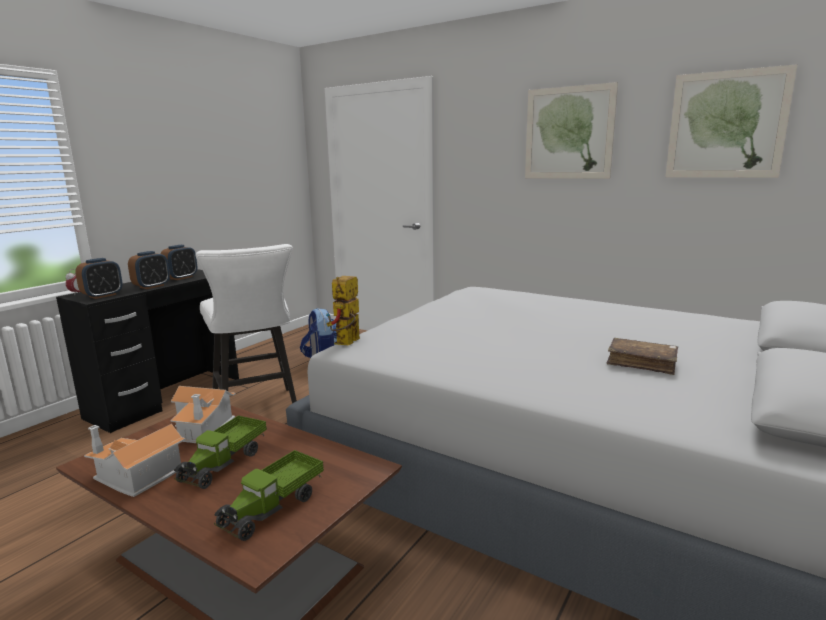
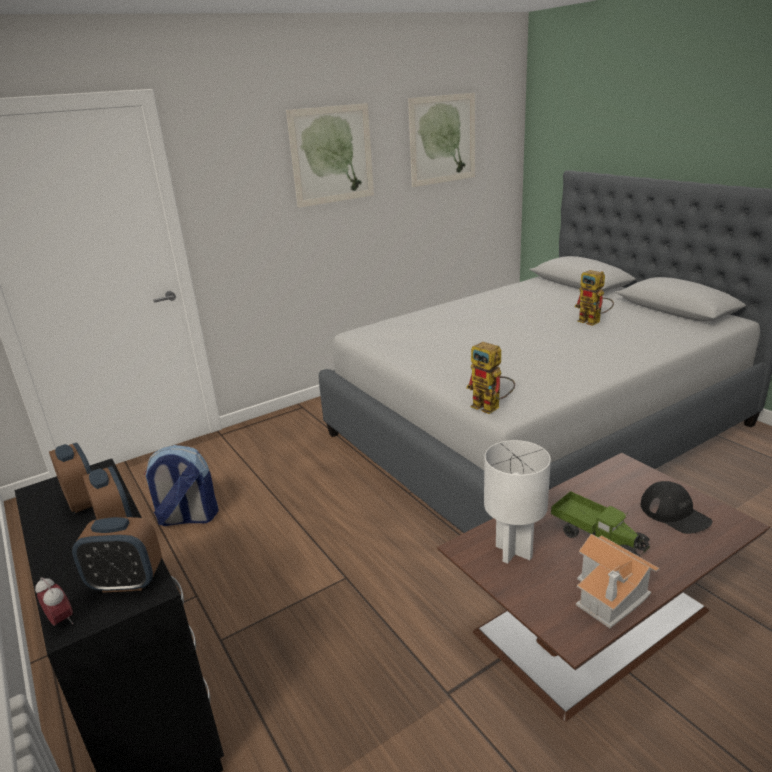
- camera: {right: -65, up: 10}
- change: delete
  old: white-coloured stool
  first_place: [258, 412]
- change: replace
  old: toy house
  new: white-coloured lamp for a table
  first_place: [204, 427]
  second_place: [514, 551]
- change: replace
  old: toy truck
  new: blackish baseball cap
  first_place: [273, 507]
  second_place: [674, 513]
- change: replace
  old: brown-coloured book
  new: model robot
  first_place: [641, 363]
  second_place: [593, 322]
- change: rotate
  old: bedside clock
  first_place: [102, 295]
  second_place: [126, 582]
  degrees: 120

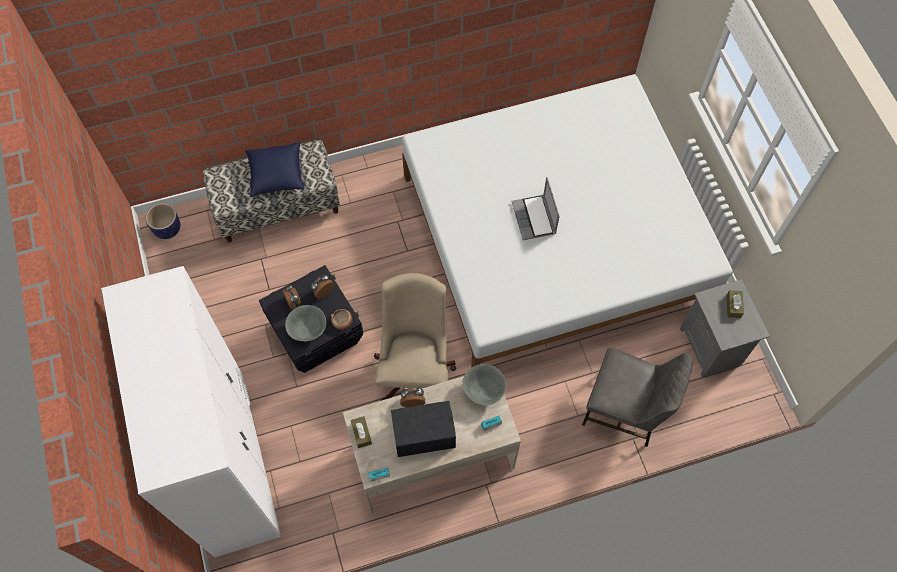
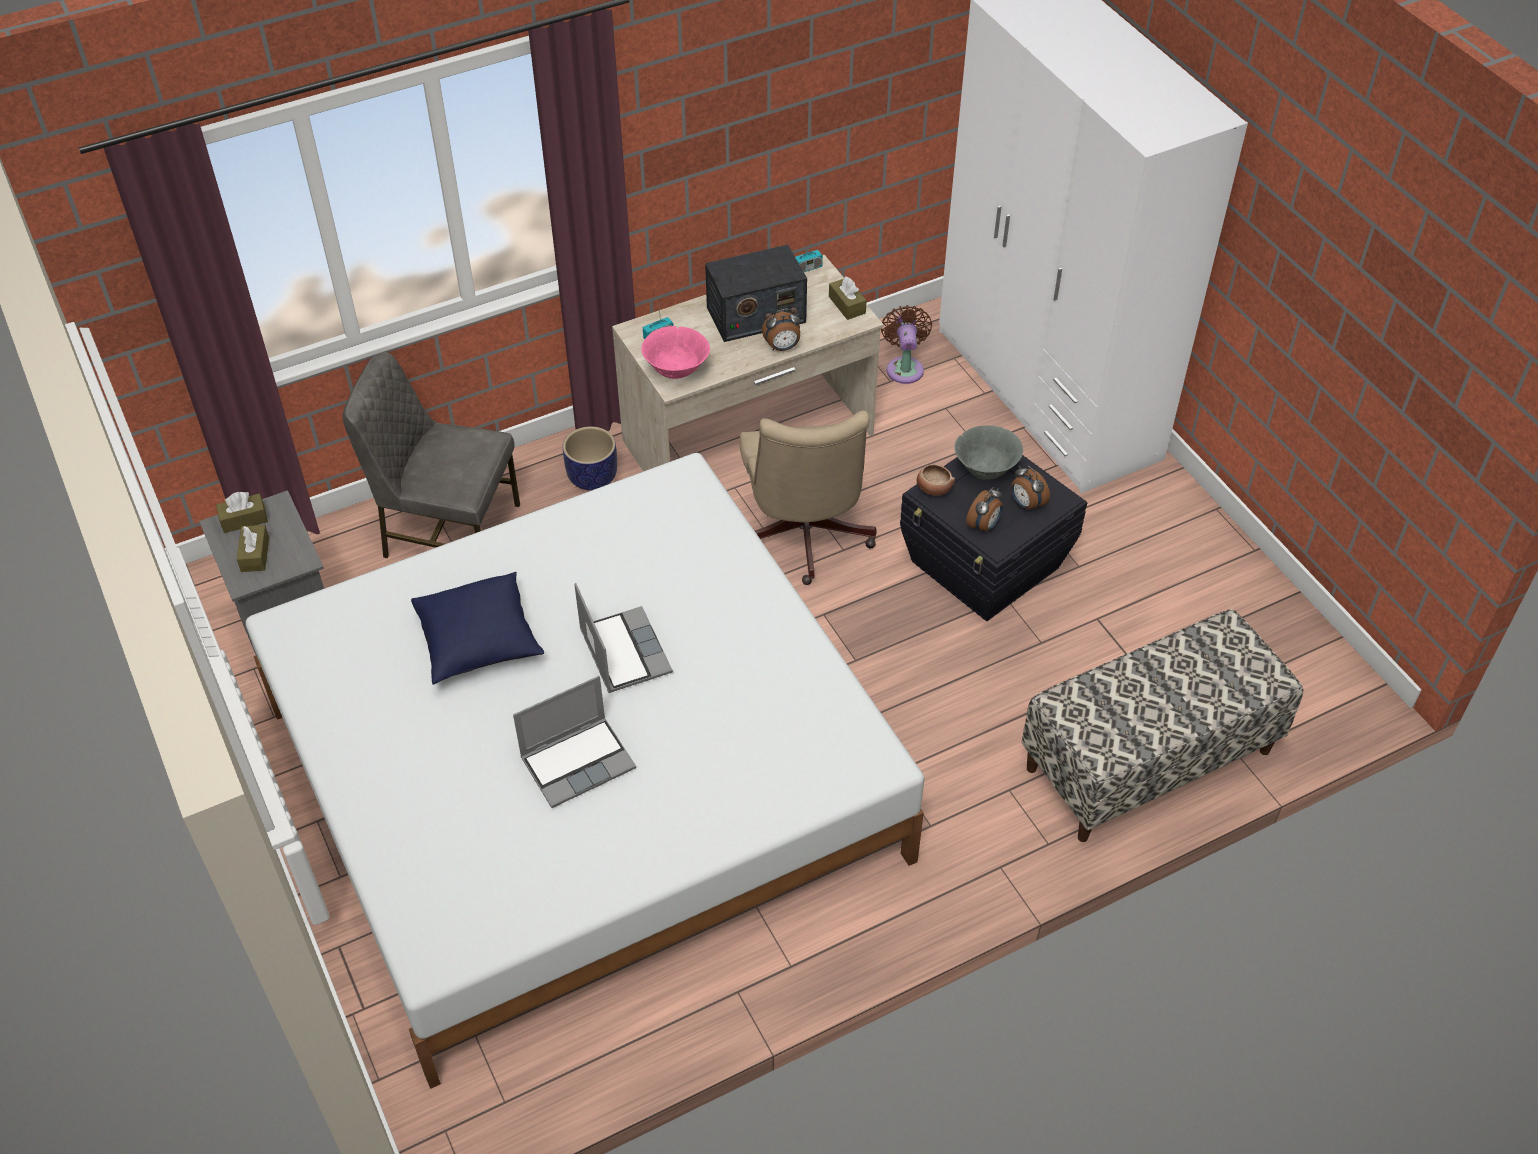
- camera: {right: 170, up: -15}
- change: insert
  new: brown-coloured tissue box
  second_place: [244, 519]
- change: insert
  new: portable computer
  second_place: [578, 762]
- change: insert
  new: brown-coloured cooling fan
  second_place: [904, 367]
- change: move
  old: flower pot
  first_place: [167, 229]
  second_place: [593, 477]
- change: move
  old: blue-coloured throw pillow
  first_place: [276, 175]
  second_place: [479, 641]
- change: recolor
  old: gray bowl
  new: pink-coloured bowl
  first_place: [483, 391]
  second_place: [676, 371]

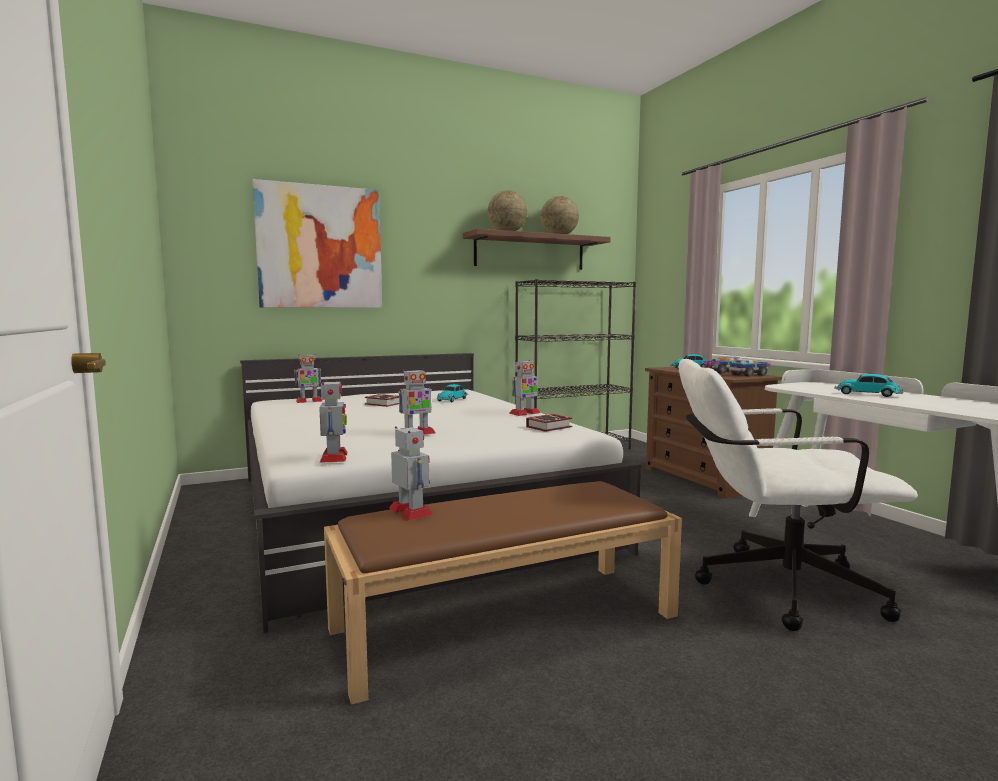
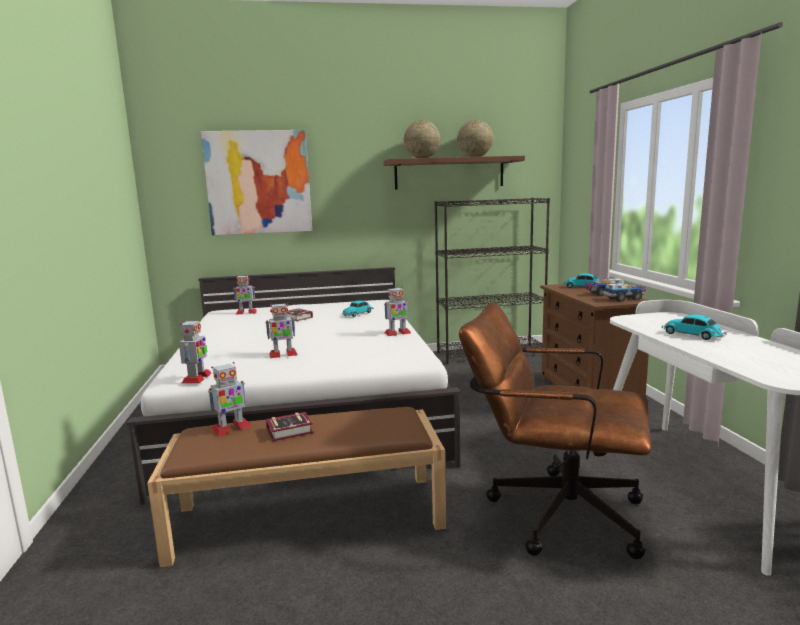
- camera: {right: 15, up: 5}
- change: move
  old: book
  first_place: [551, 427]
  second_place: [292, 431]
- change: recolor
  old: white-coloured computer chair
  new: brown-coloured computer chair
  first_place: [771, 587]
  second_place: [552, 511]
- change: rotate
  old: model robot
  first_place: [411, 511]
  second_place: [231, 428]
  degrees: 75

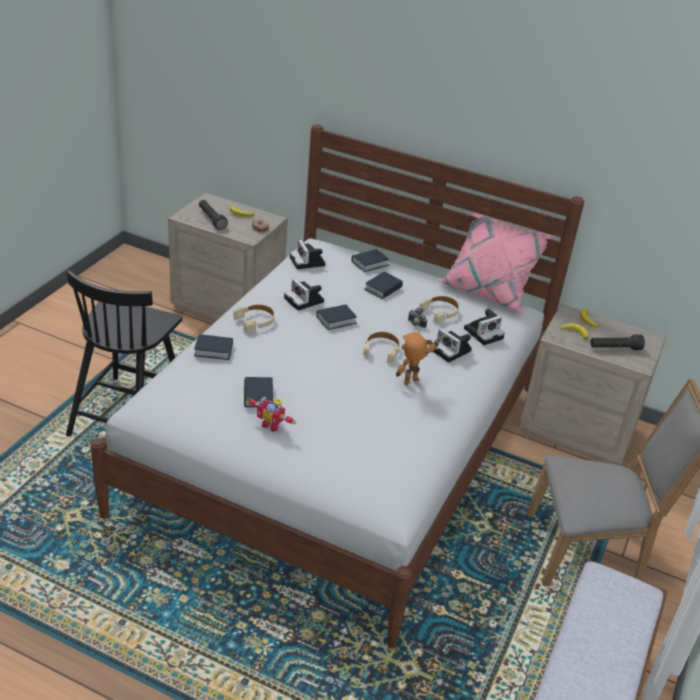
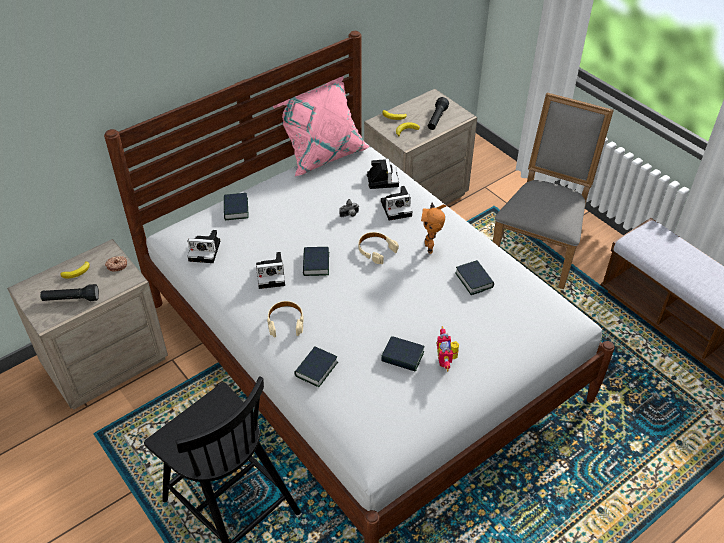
- camera: {right: -60, up: 10}
- change: delete
  old: beige pair of headphones
  first_place: [440, 312]
- change: move
  old: book
  first_place: [383, 289]
  second_place: [474, 280]
- change: rotate
  old: model robot
  first_place: [272, 425]
  second_place: [446, 360]
  degrees: 120

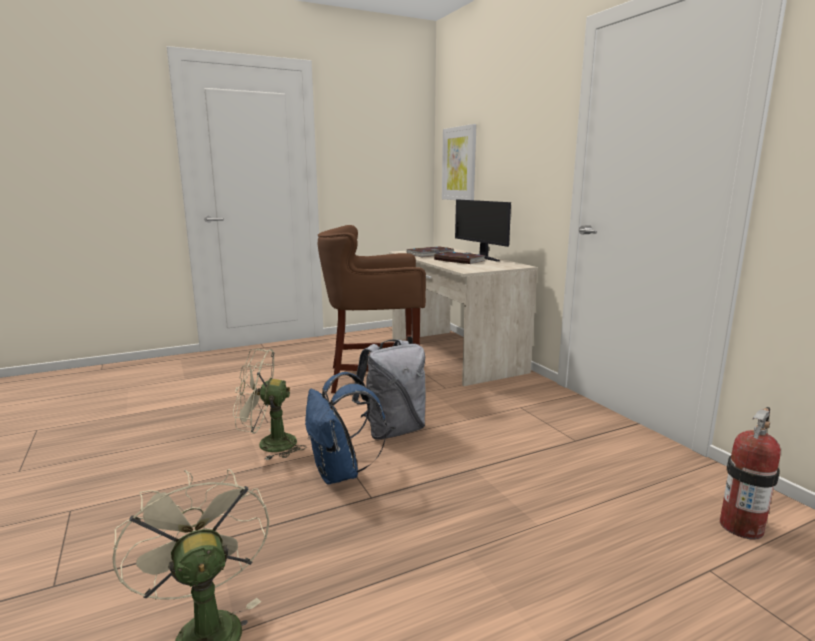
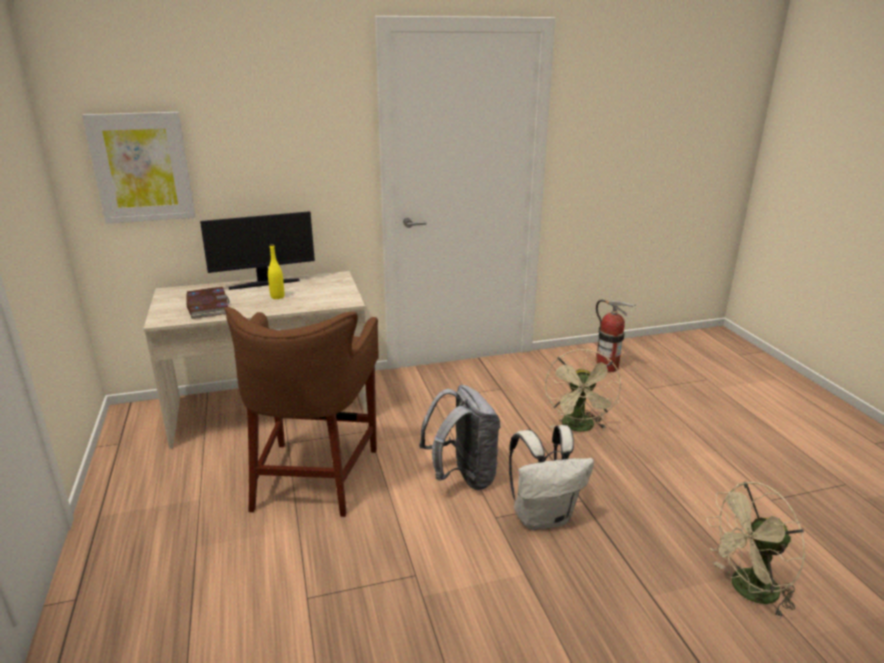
- camera: {right: -80, up: 10}
- change: move
  old: beige cooling fan
  first_place: [268, 445]
  second_place: [579, 428]
- change: replace
  old: book
  new: yellow-coloured drink bottle
  first_place: [459, 260]
  second_place: [277, 297]
- change: recolor
  old: blue-coloured backpack
  new: white-coloured backpack
  first_place: [340, 473]
  second_place: [543, 516]

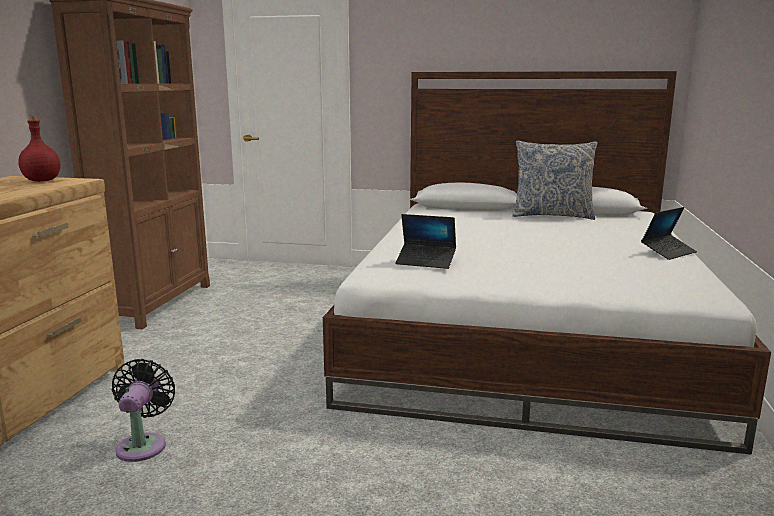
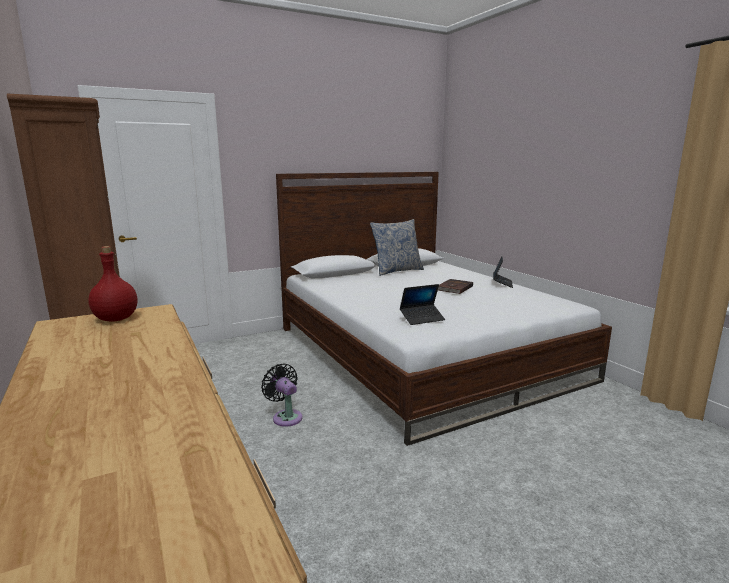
- camera: {right: -40, up: 0}
- change: insert
  new: brown-coloured book
  second_place: [454, 288]
- change: move
  old: blackish cooling fan
  first_place: [143, 445]
  second_place: [286, 417]

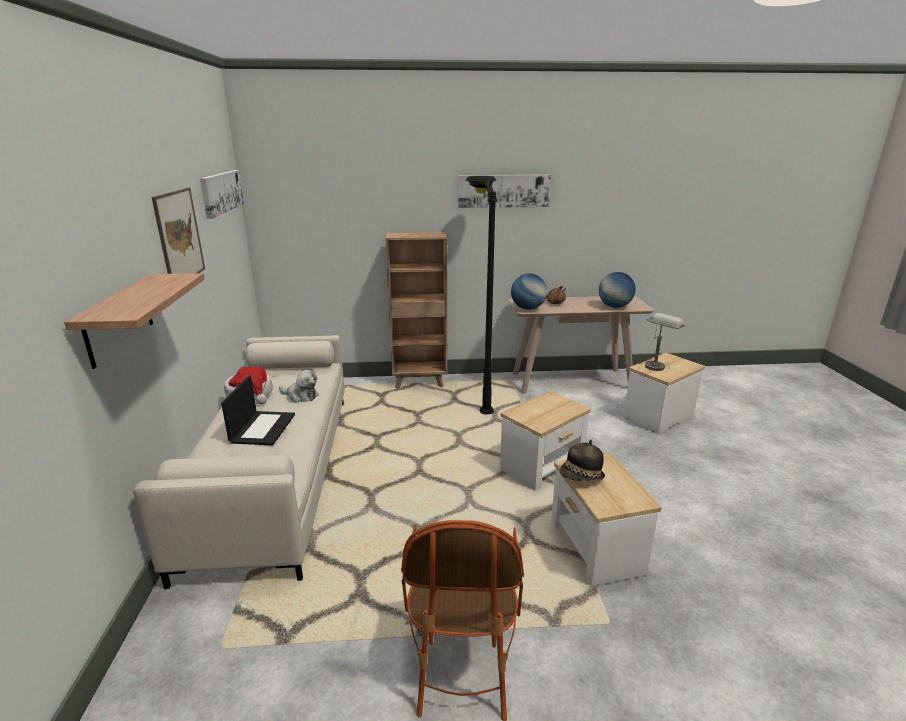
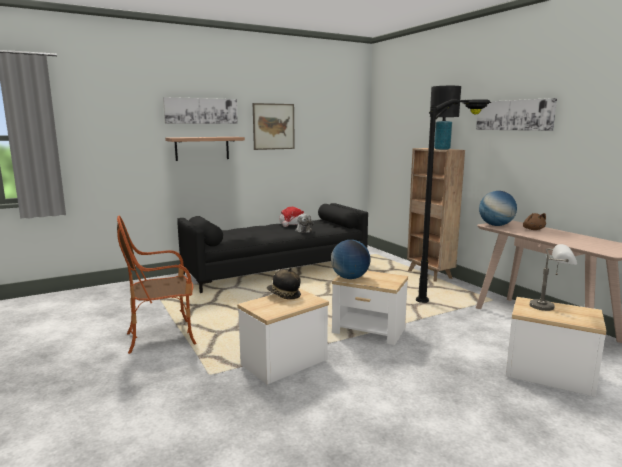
- camera: {right: 65, up: -10}
- change: delete
  old: portable computer
  first_place: [262, 428]
- change: insert
  new: blackish lamp for a table
  second_place: [442, 149]
- change: move
  old: wall picture
  first_place: [221, 192]
  second_place: [201, 111]
- change: move
  old: world globe
  first_place: [614, 306]
  second_place: [350, 278]
- change: recolor
  old: beige settee
  new: blackish settee
  first_place: [275, 473]
  second_place: [277, 269]

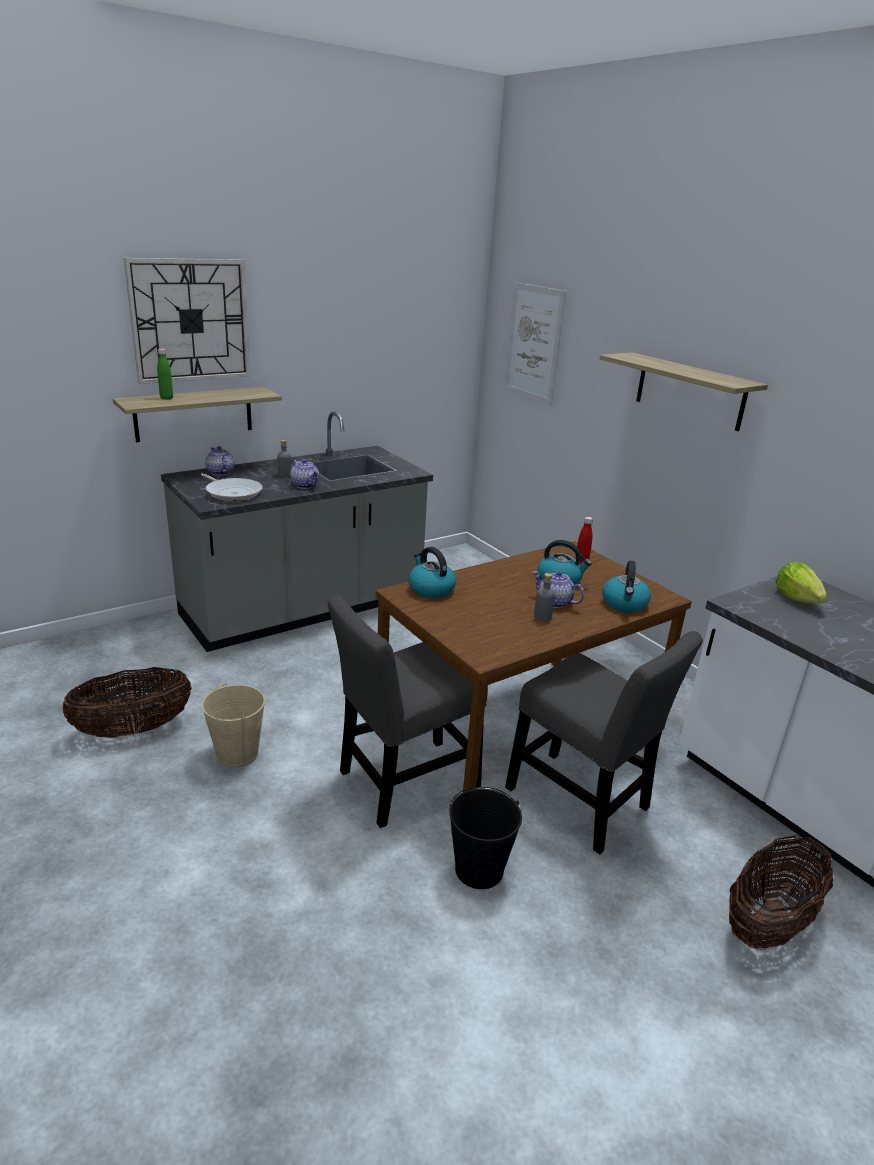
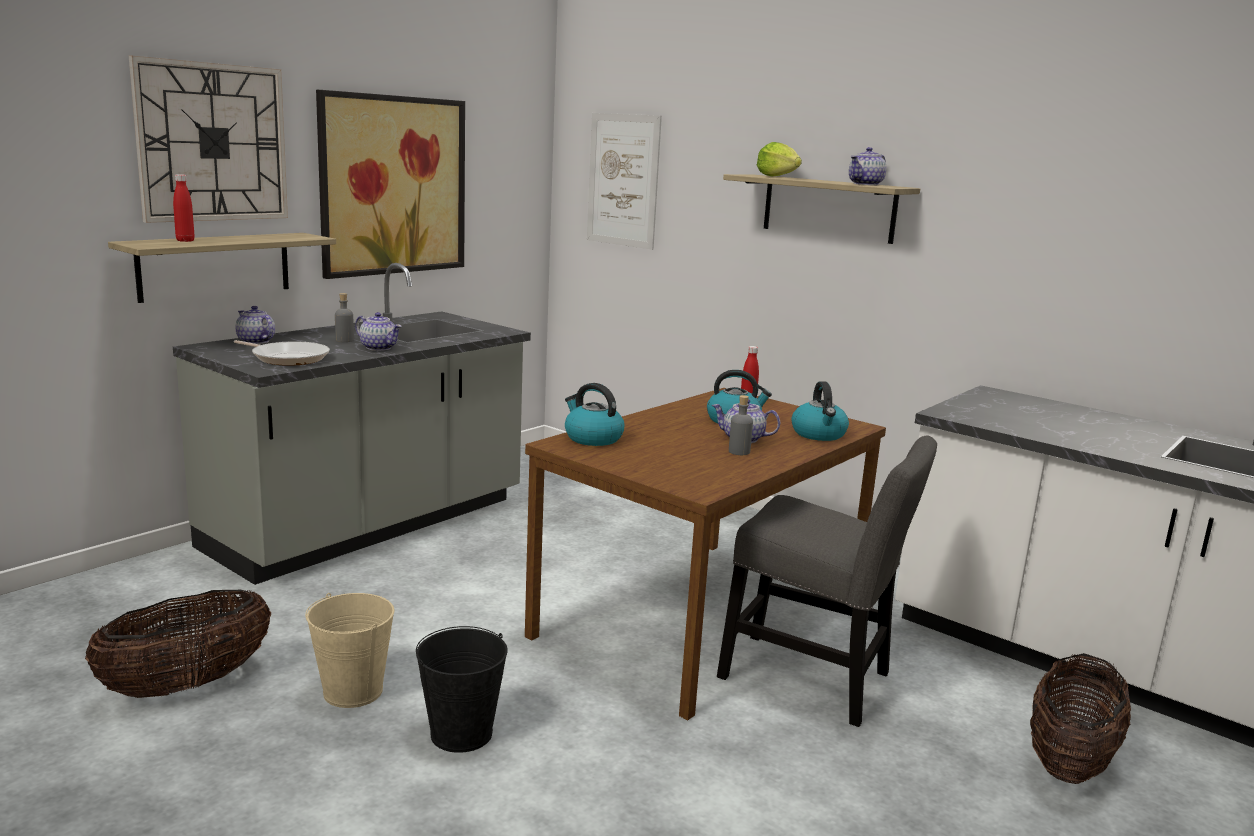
- camera: {right: -15, up: -10}
- change: delete
  old: gray plain chair
  first_place: [403, 782]
- change: insert
  new: wall picture
  second_place: [393, 185]
- change: insert
  new: tea pot
  second_place: [866, 184]
- change: move
  old: blackish bucket
  first_place: [479, 870]
  second_place: [462, 734]
- change: move
  old: lettuce head
  first_place: [796, 599]
  second_place: [777, 177]
- change: recolor
  old: greenish drink bottle
  new: reddish drink bottle
  first_place: [166, 398]
  second_place: [185, 240]

